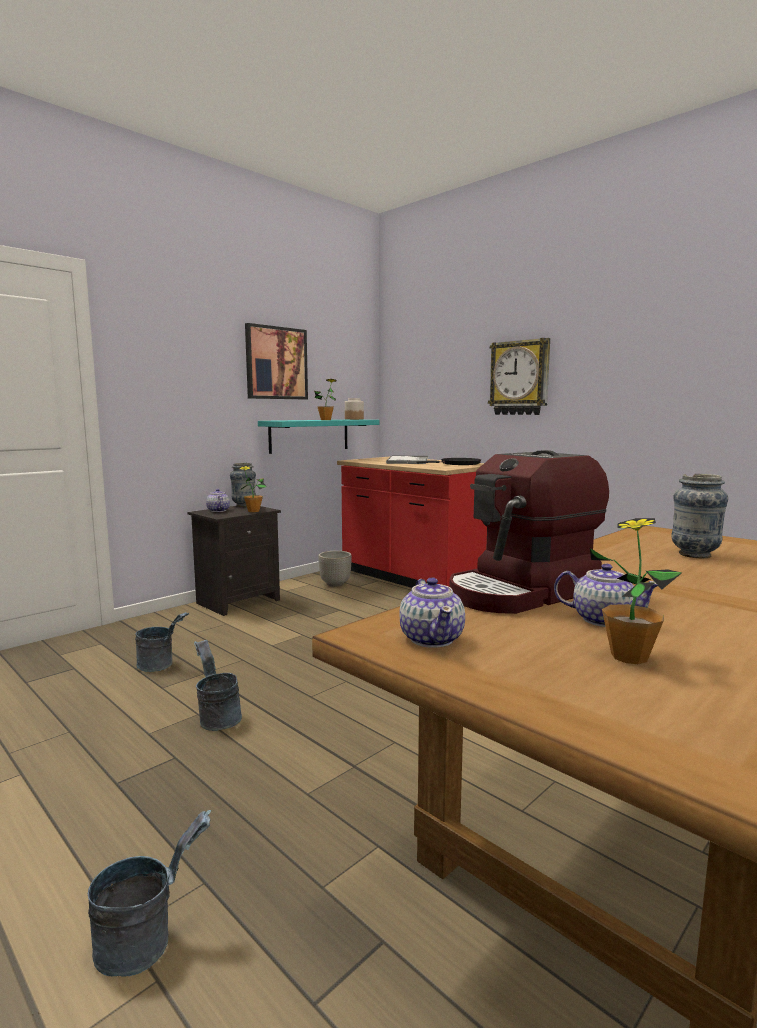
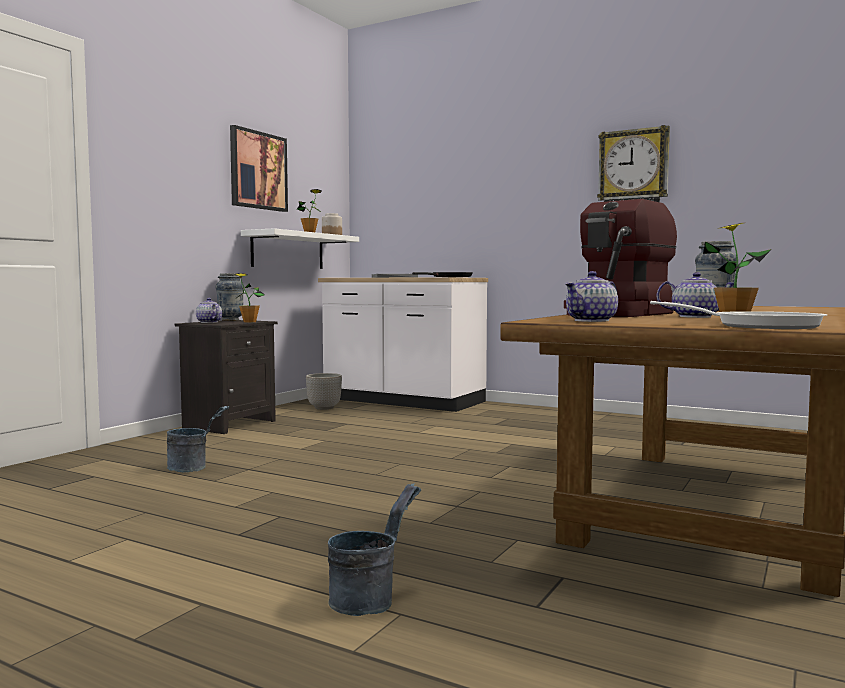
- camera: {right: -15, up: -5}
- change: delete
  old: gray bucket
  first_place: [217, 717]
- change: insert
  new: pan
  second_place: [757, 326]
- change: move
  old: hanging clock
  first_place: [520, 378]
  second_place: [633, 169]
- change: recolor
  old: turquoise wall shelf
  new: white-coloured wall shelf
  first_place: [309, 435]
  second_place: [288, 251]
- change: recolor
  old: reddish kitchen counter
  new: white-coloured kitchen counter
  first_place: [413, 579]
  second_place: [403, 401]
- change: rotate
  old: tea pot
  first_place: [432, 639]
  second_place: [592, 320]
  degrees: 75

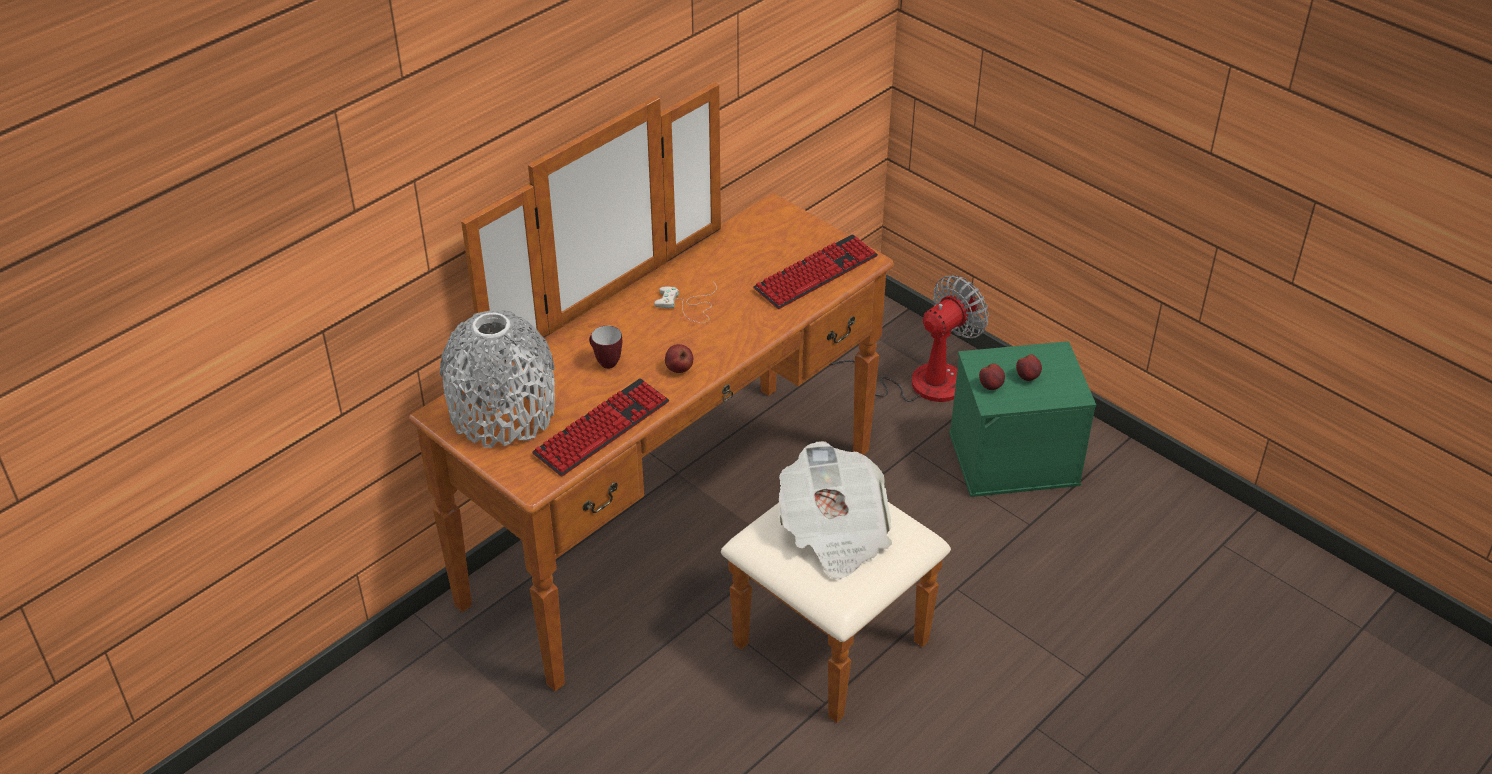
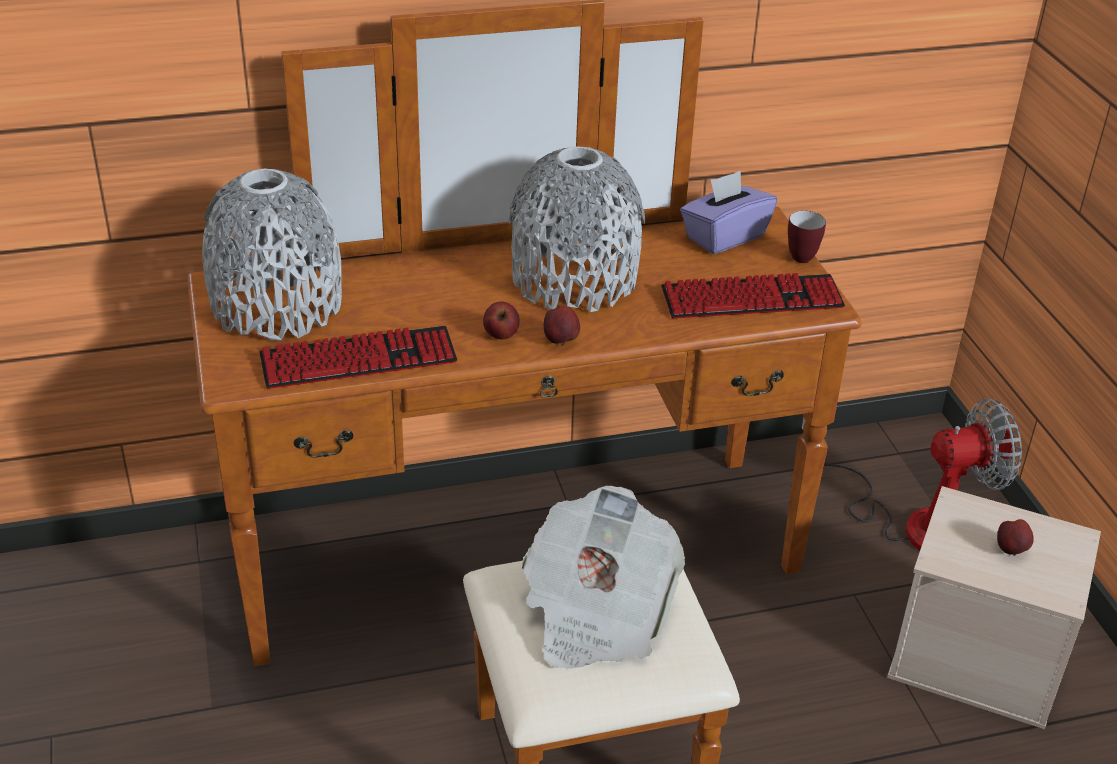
- camera: {right: 30, up: -5}
- change: insert
  new: purple-coloured tissue box
  second_place: [724, 236]
- change: move
  old: mug
  first_place: [605, 362]
  second_place: [798, 255]
- change: move
  old: apple
  first_place: [991, 386]
  second_place: [561, 341]
- change: replace
  old: white-coloured gamepad
  new: gray vase
  first_place: [688, 306]
  second_place: [574, 279]
- change: recolor
  old: greenish storage bin
  new: beige storage bin
  first_place: [1014, 457]
  second_place: [979, 657]

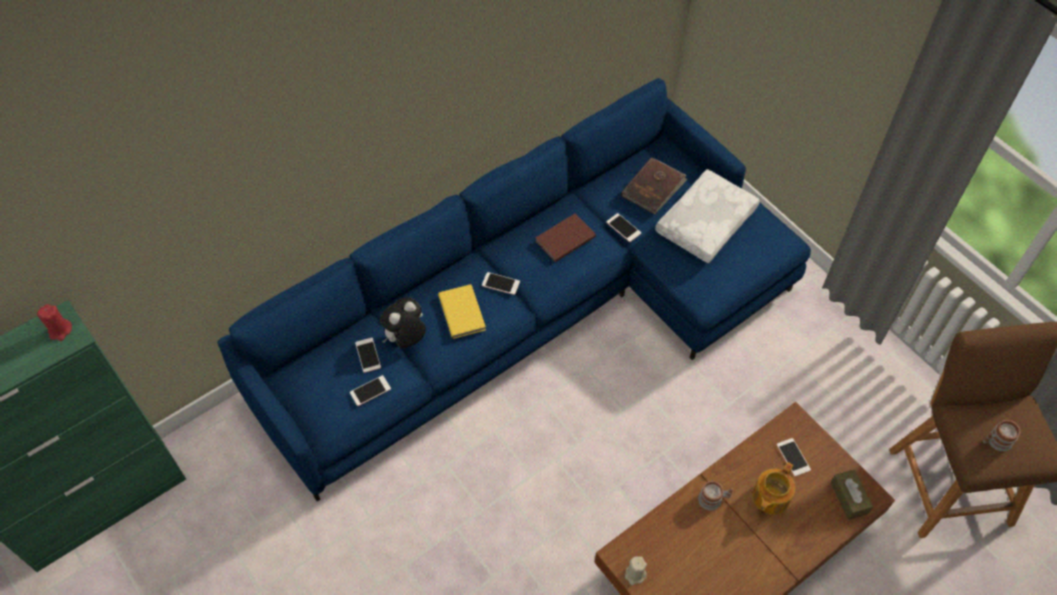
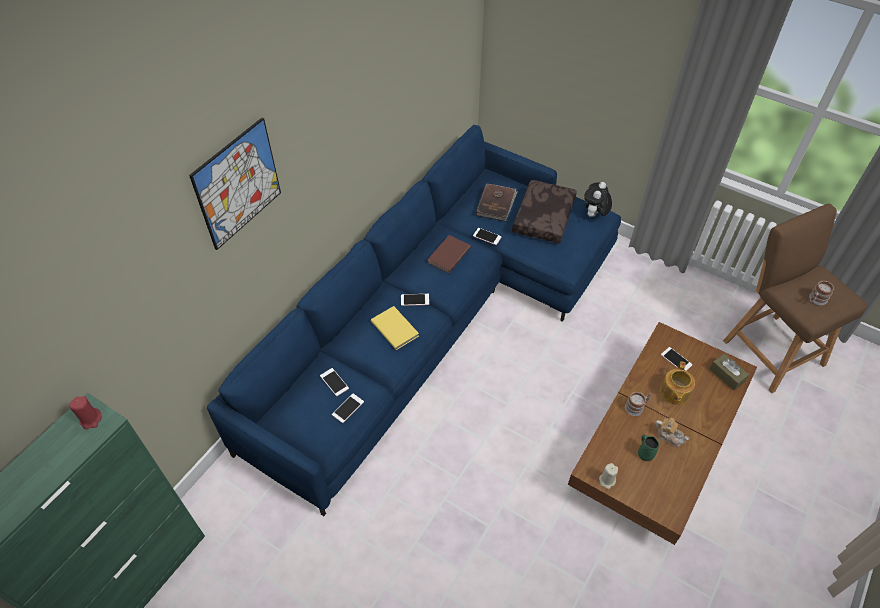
- camera: {right: -20, up: -5}
- change: insert
  new: wall picture
  second_place: [238, 184]
- change: insert
  new: greenish mug
  second_place: [645, 453]
- change: insert
  new: tea pot
  second_place: [669, 436]
- change: move
  old: soft toy
  first_place: [406, 339]
  second_place: [594, 215]
- change: recolor
  old: white-coloured throw pillow
  new: brown-coloured throw pillow
  first_place: [705, 222]
  second_place: [542, 217]

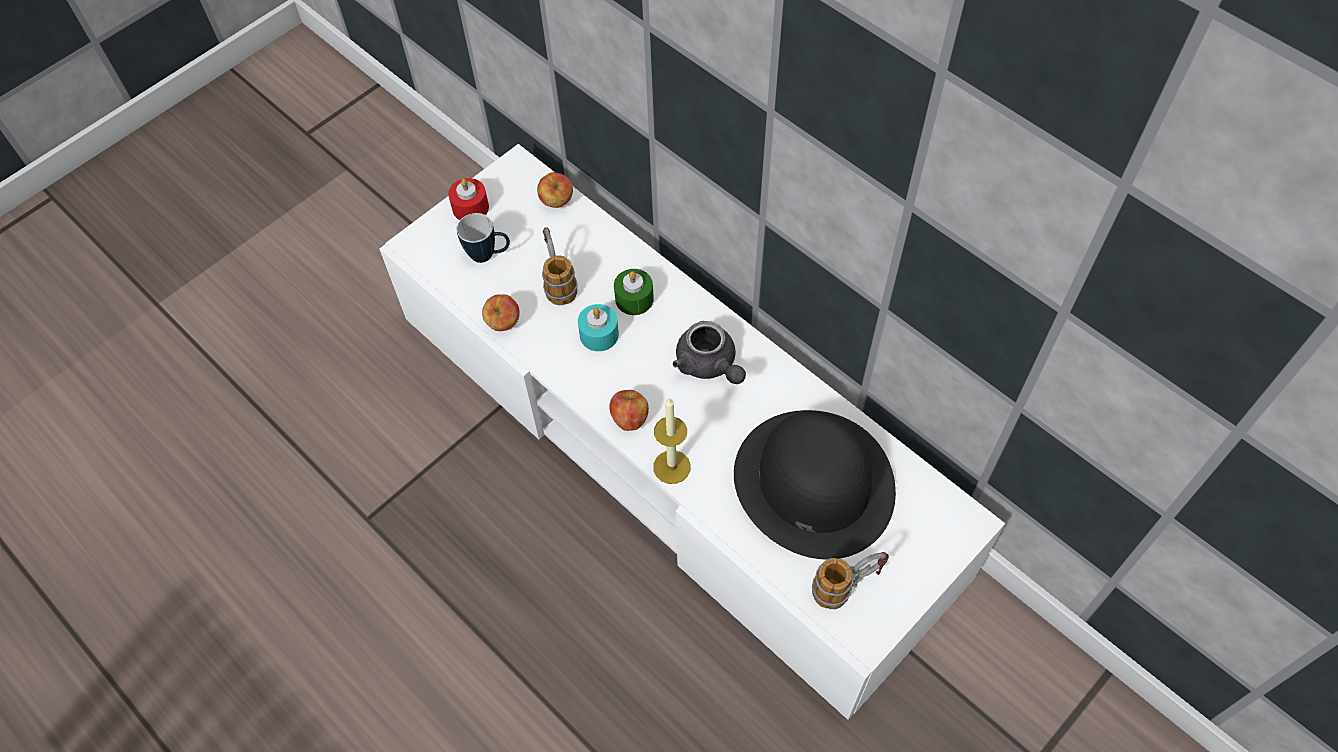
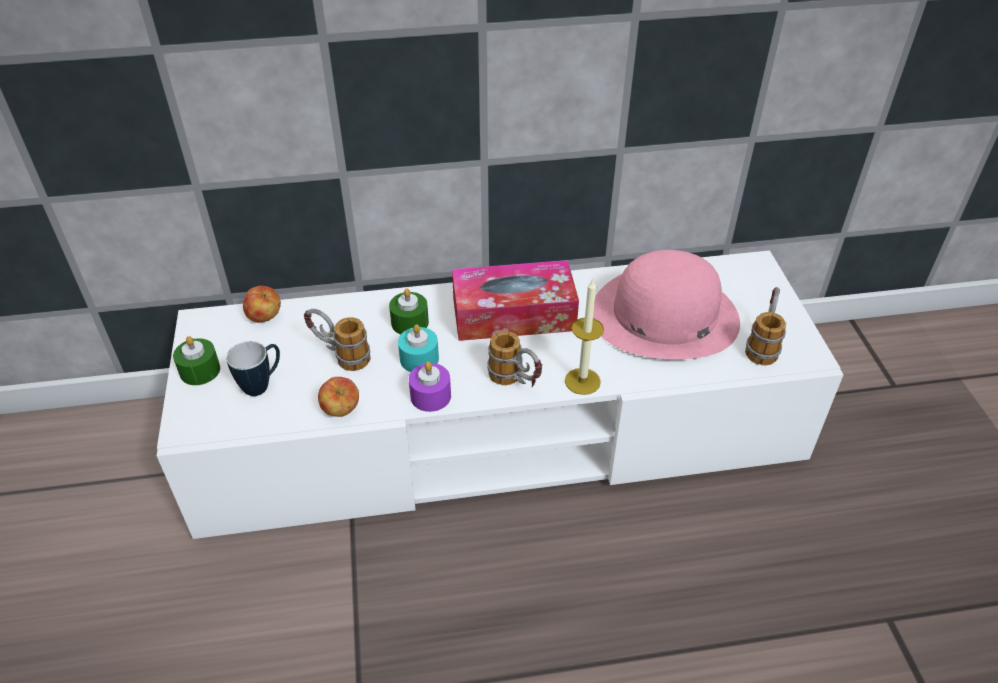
- camera: {right: -55, up: -15}
- change: insert
  new: purple-coloured wax candle
  second_place: [430, 396]
- change: replace
  old: apple
  new: mug
  first_place: [629, 419]
  second_place: [515, 382]
- change: replace
  old: gray tea pot
  new: tissue box
  first_place: [709, 365]
  second_place: [513, 314]
- change: recolor
  old: reddish wax candle
  new: greenish wax candle
  first_place: [470, 207]
  second_place: [200, 370]
- change: recolor
  old: blackish clothing hat
  new: pink-coloured clothing hat
  first_place: [813, 482]
  second_place: [664, 316]

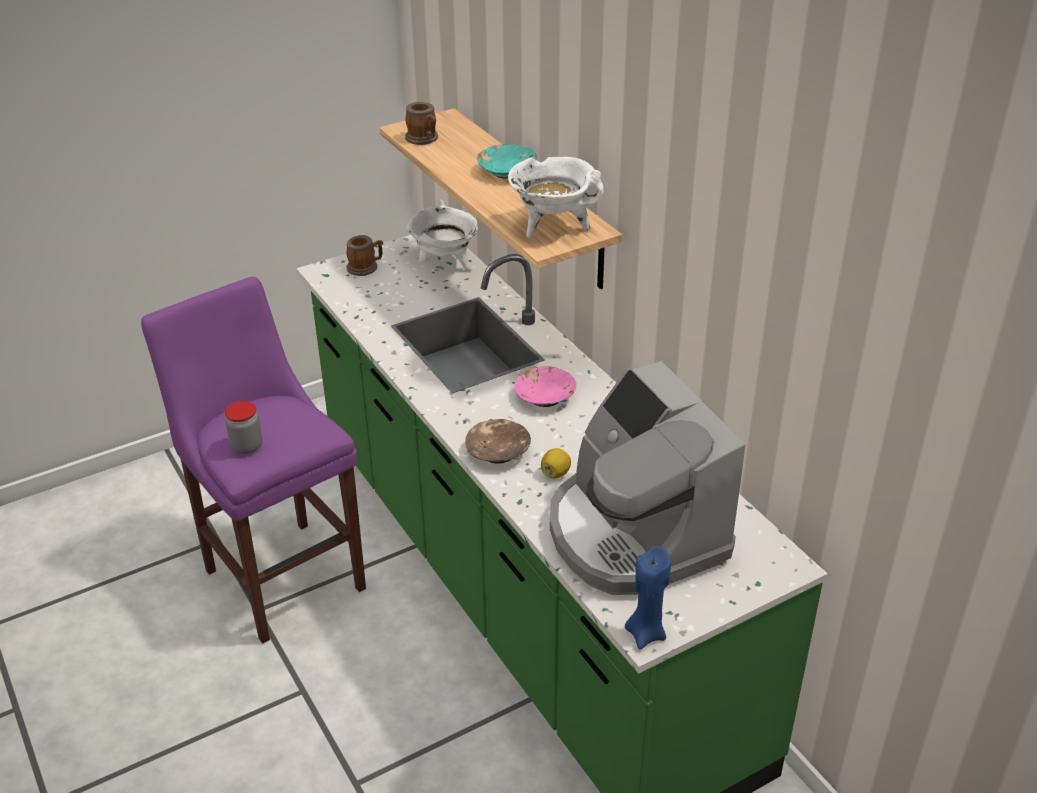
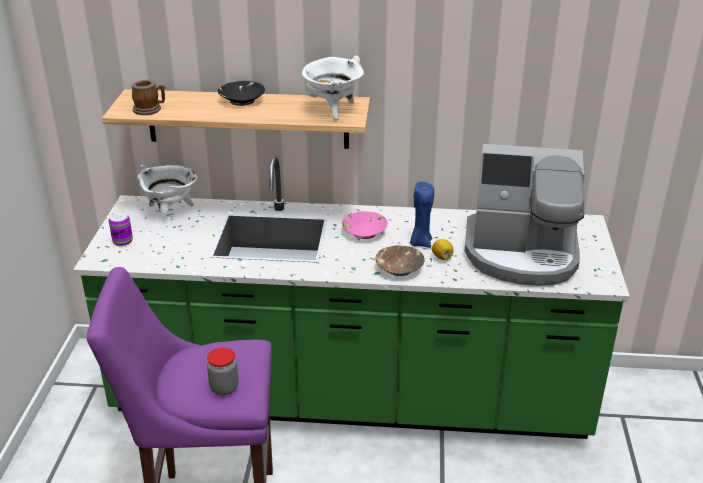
- camera: {right: -55, up: -5}
- change: move
  old: blue-coloured wax candle
  first_place: [646, 633]
  second_place: [420, 242]
- change: replace
  old: mug
  new: metal can
  first_place: [365, 267]
  second_place: [122, 241]
- change: recolor
  old: turquoise bowl
  new: blackish bowl
  first_place: [507, 170]
  second_place: [241, 100]

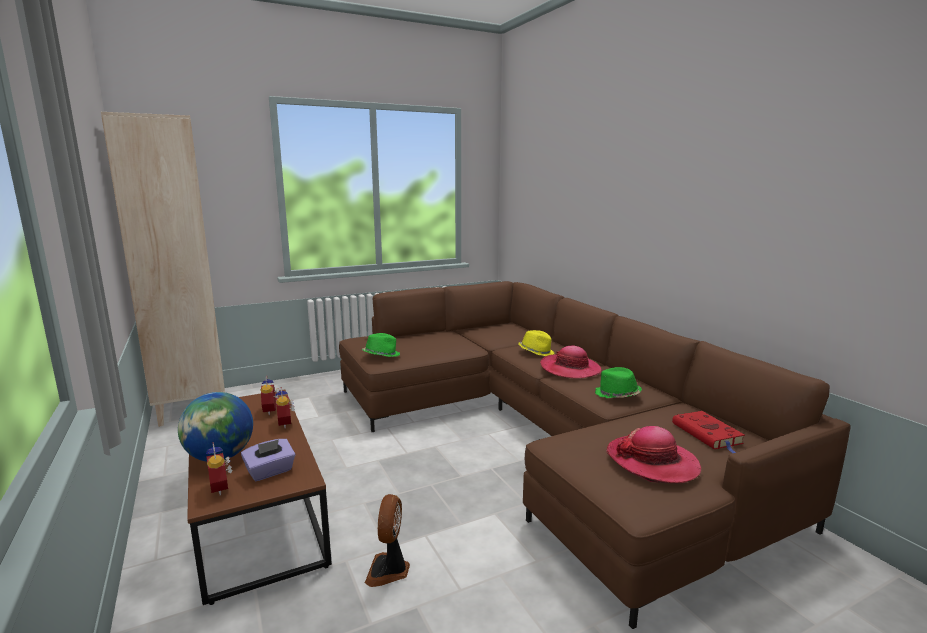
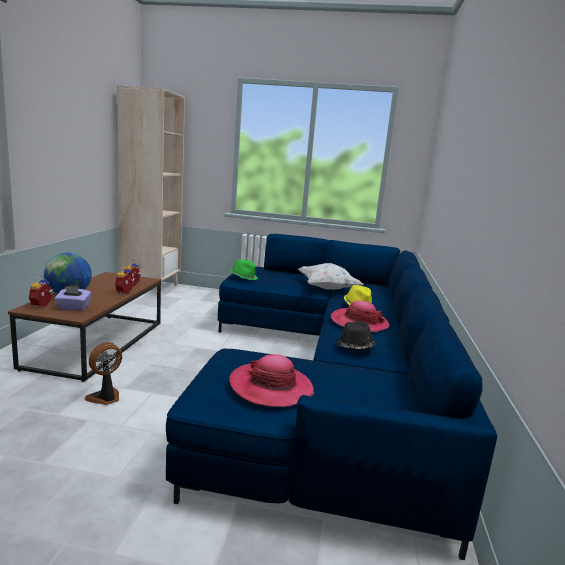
- camera: {right: 35, up: 0}
- change: delete
  old: reddish book
  first_place: [708, 434]
- change: insert
  new: white-coloured throw pillow
  second_place: [327, 288]
- change: recolor
  old: brown-coloured settee
  new: blue-coloured settee
  first_place: [538, 433]
  second_place: [329, 375]
- change: recolor
  old: greenish clothing hat
  new: blackish clothing hat
  first_place: [617, 395]
  second_place: [354, 347]

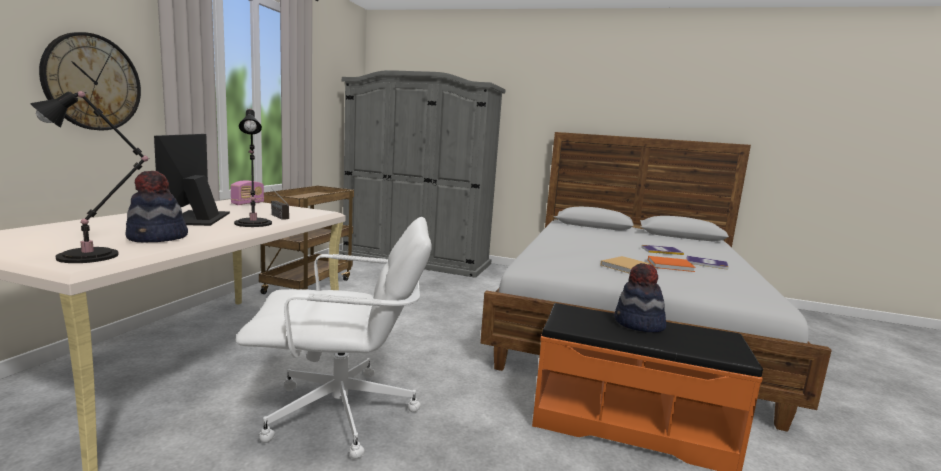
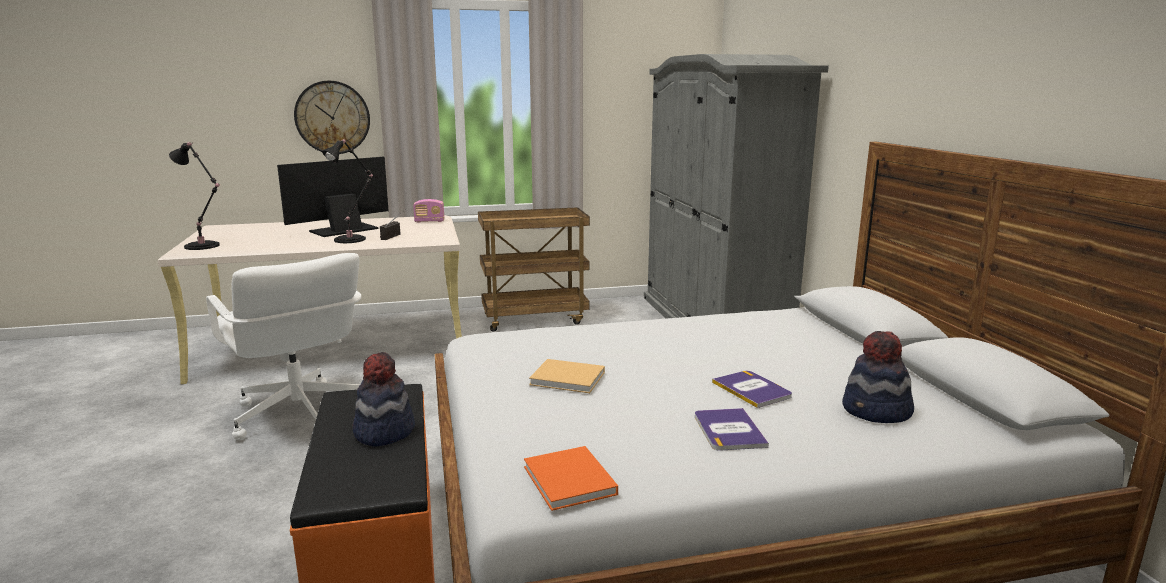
- camera: {right: 60, up: 5}
- change: move
  old: clothing hat
  first_place: [158, 238]
  second_place: [876, 412]
- change: move
  old: orange-coloured book
  first_place: [671, 266]
  second_place: [570, 482]

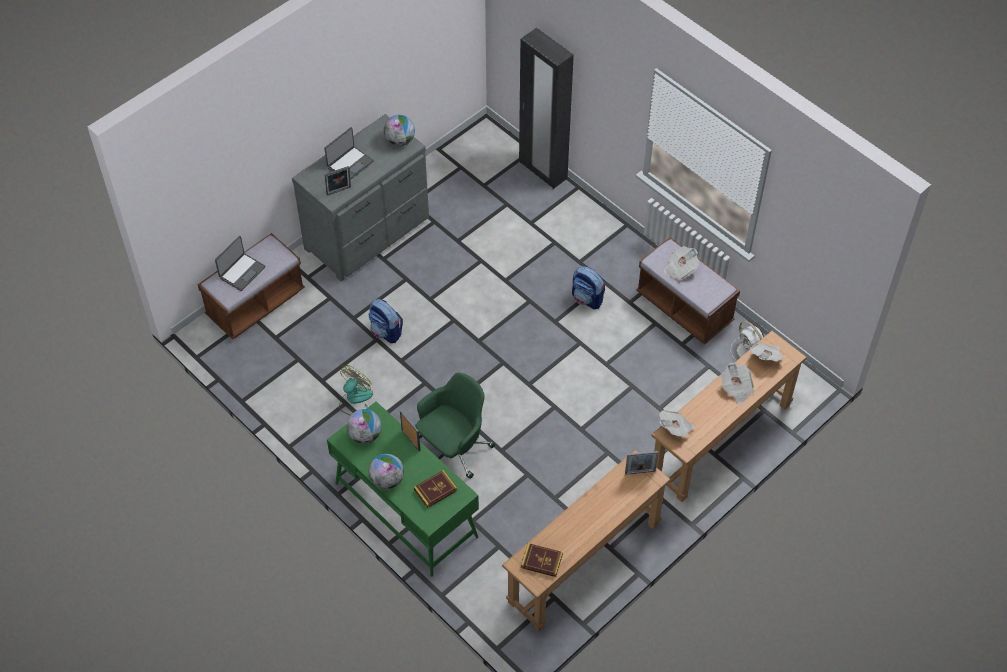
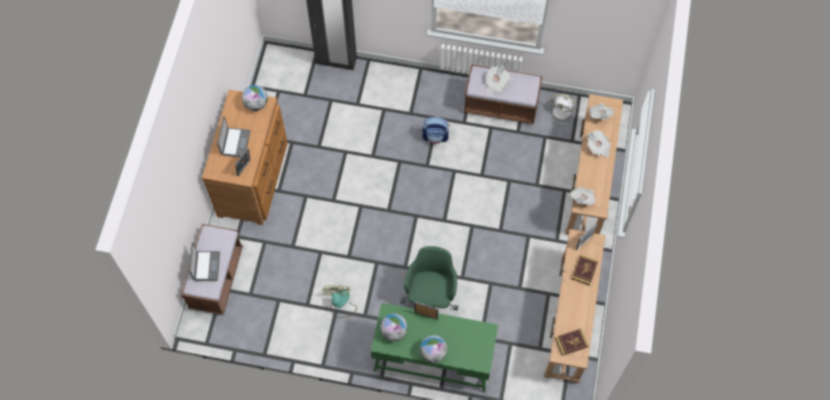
- camera: {right: -35, up: 10}
- change: delete
  old: backpack
  first_place: [386, 332]
- change: move
  old: book
  first_place: [435, 490]
  second_place: [584, 270]
- change: recolor
  old: gray chest of drawers
  new: brown-coloured chest of drawers
  first_place: [369, 234]
  second_place: [254, 178]

